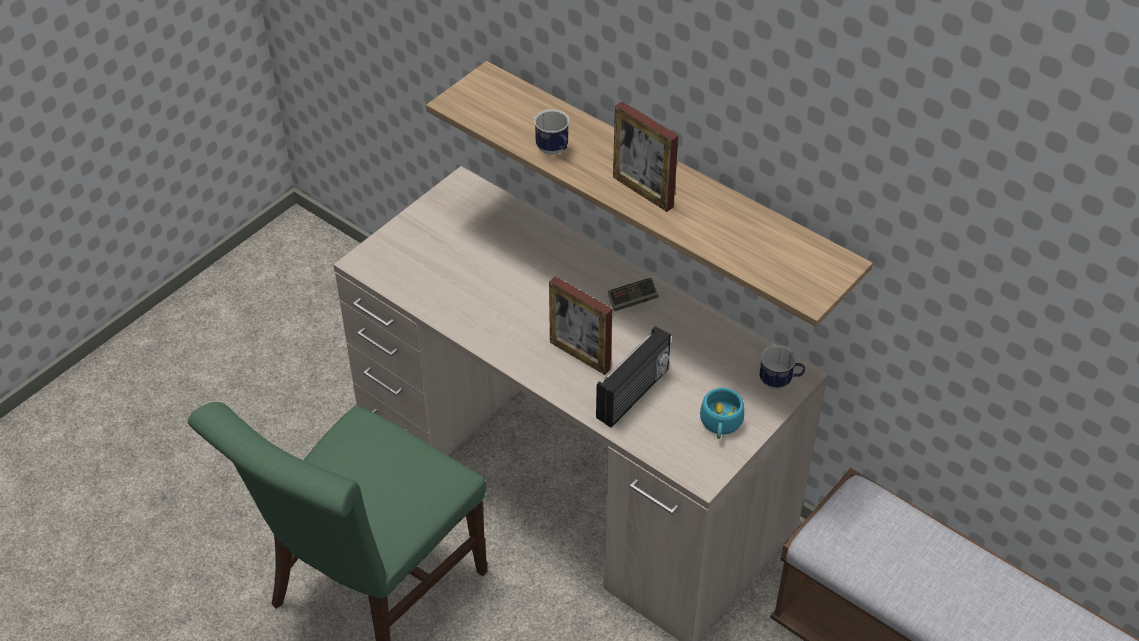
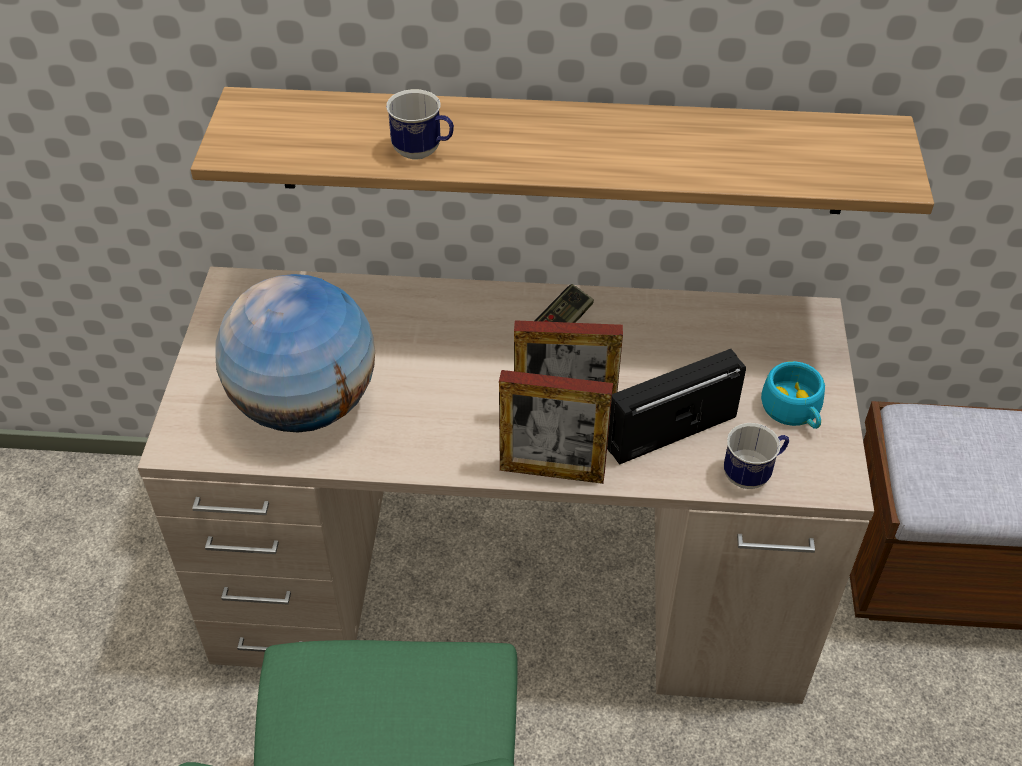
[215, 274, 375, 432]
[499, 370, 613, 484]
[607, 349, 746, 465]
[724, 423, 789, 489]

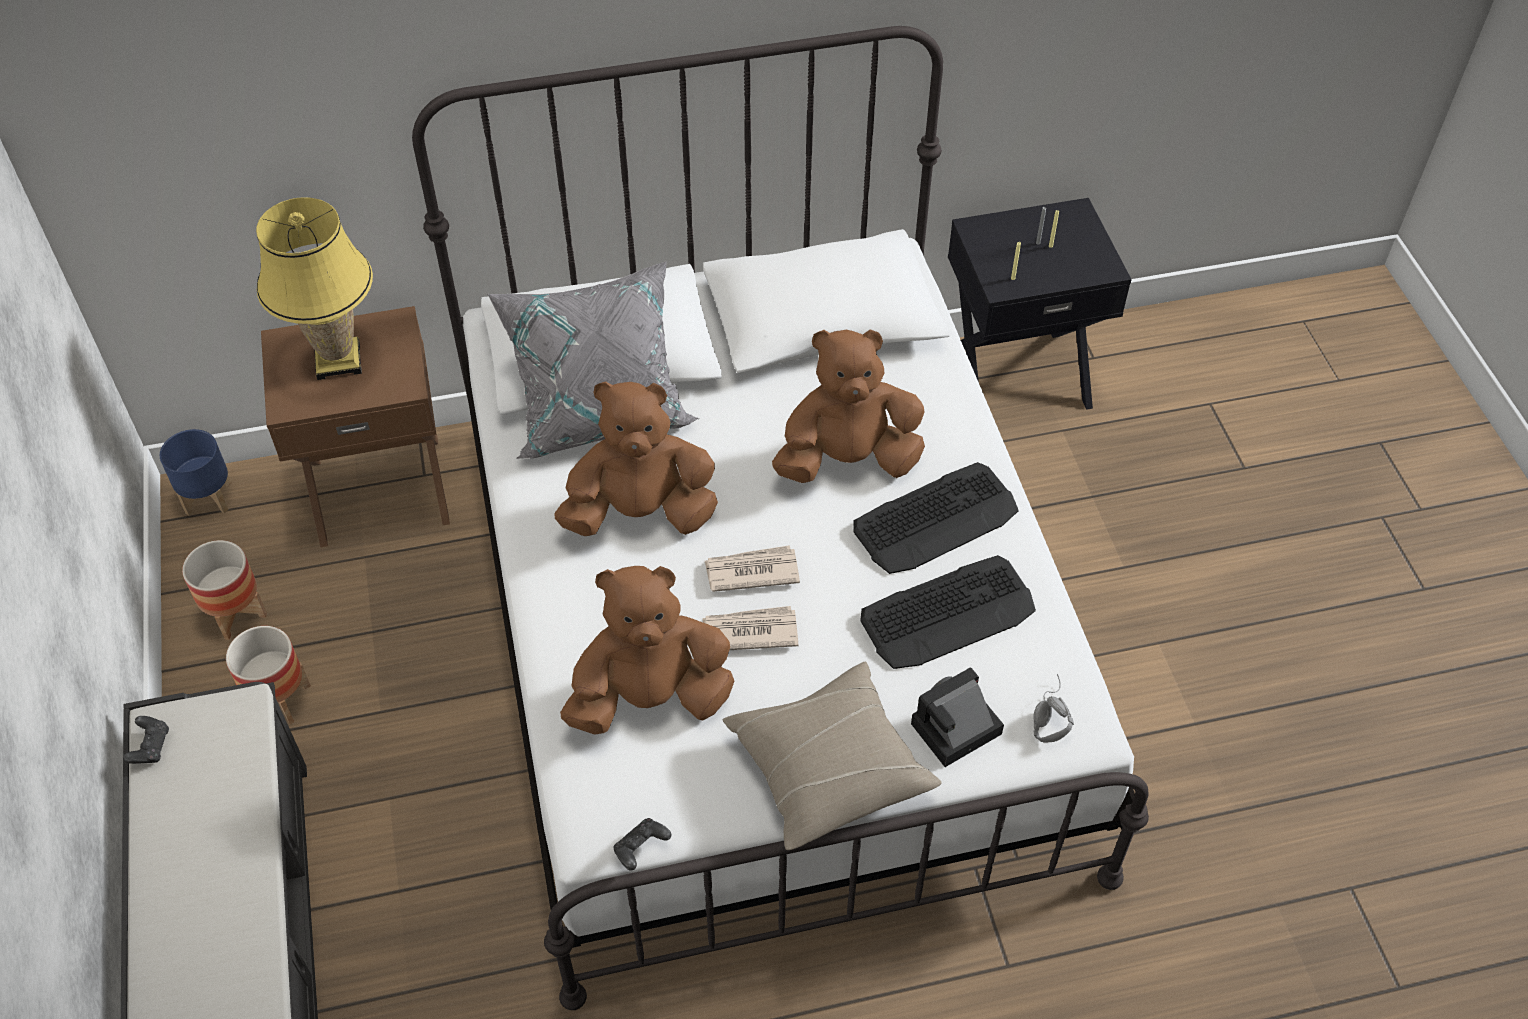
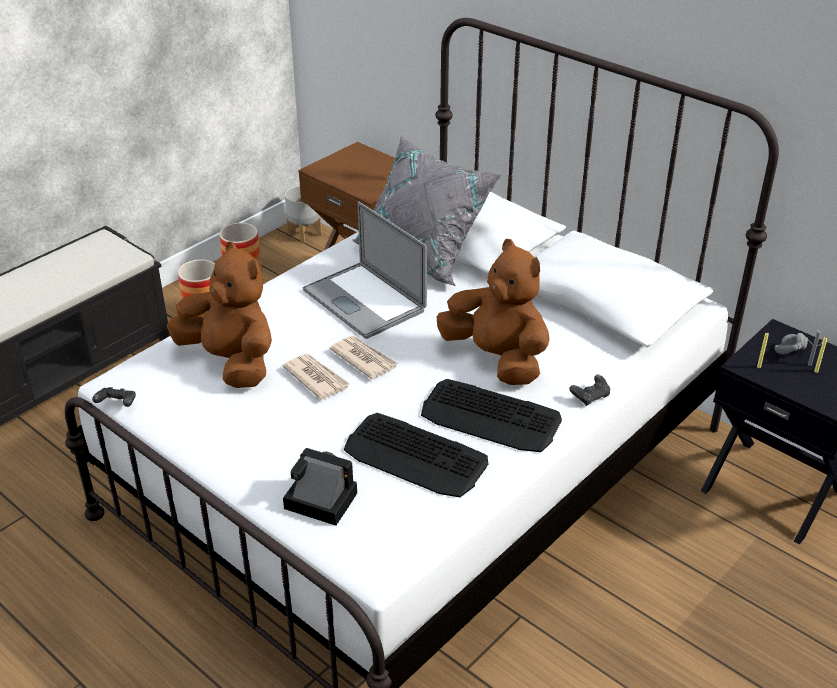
[285, 186, 322, 243]
[303, 202, 427, 339]
[569, 374, 610, 406]
[775, 333, 823, 354]
[256, 197, 373, 380] (first image)
[723, 662, 942, 850] (first image)

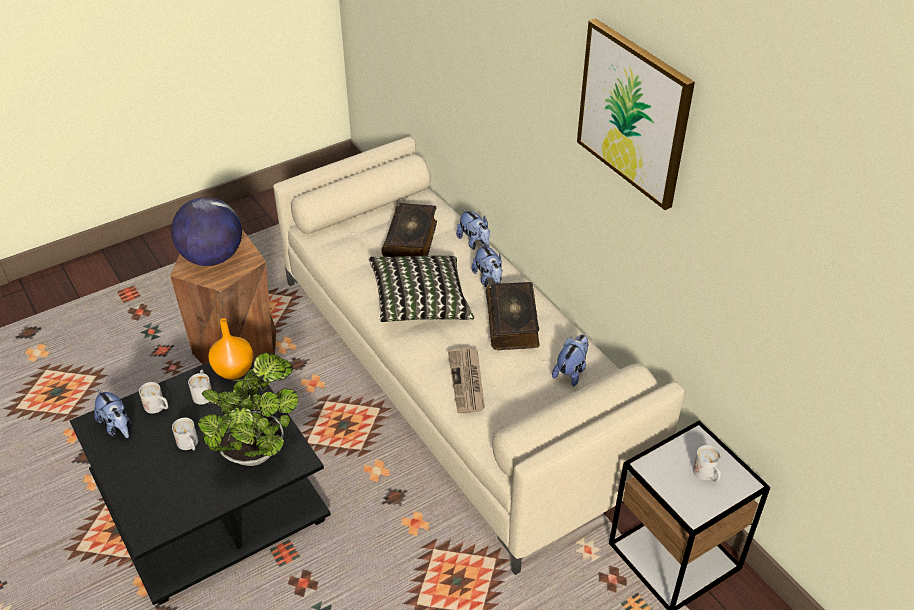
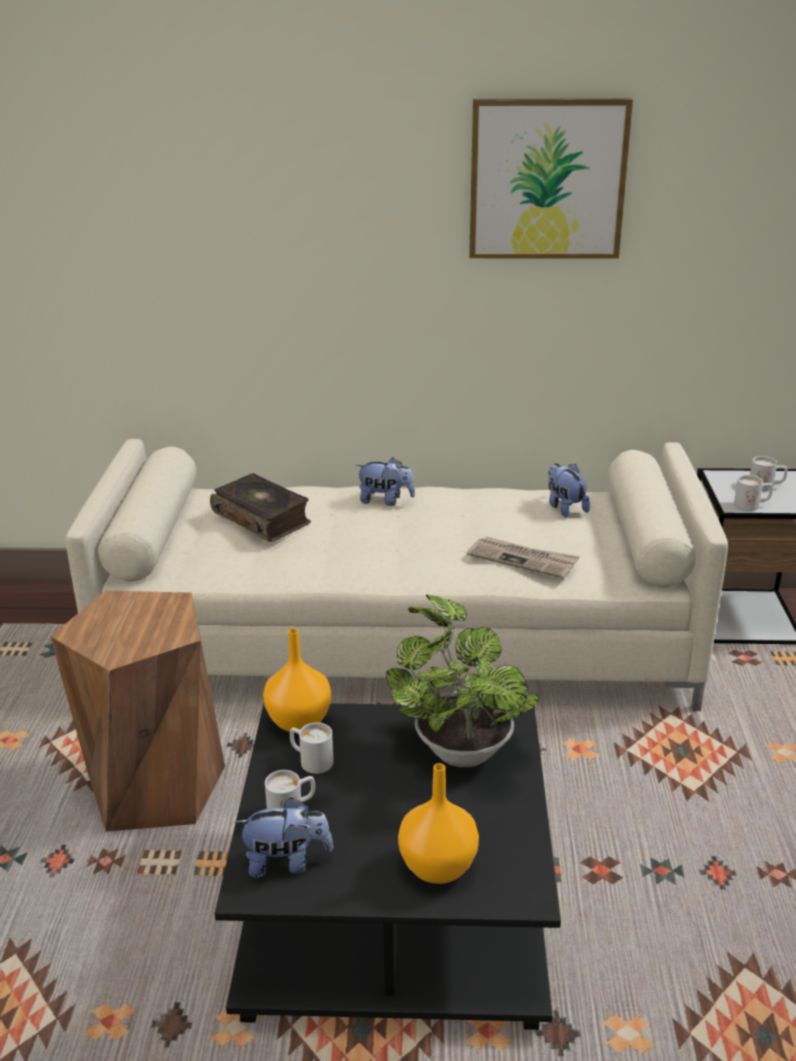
[398, 763, 479, 884]
[734, 475, 773, 511]
[171, 197, 242, 266] (first image)
[368, 256, 474, 322] (first image)
[456, 209, 490, 250] (first image)
[486, 282, 540, 350] (first image)

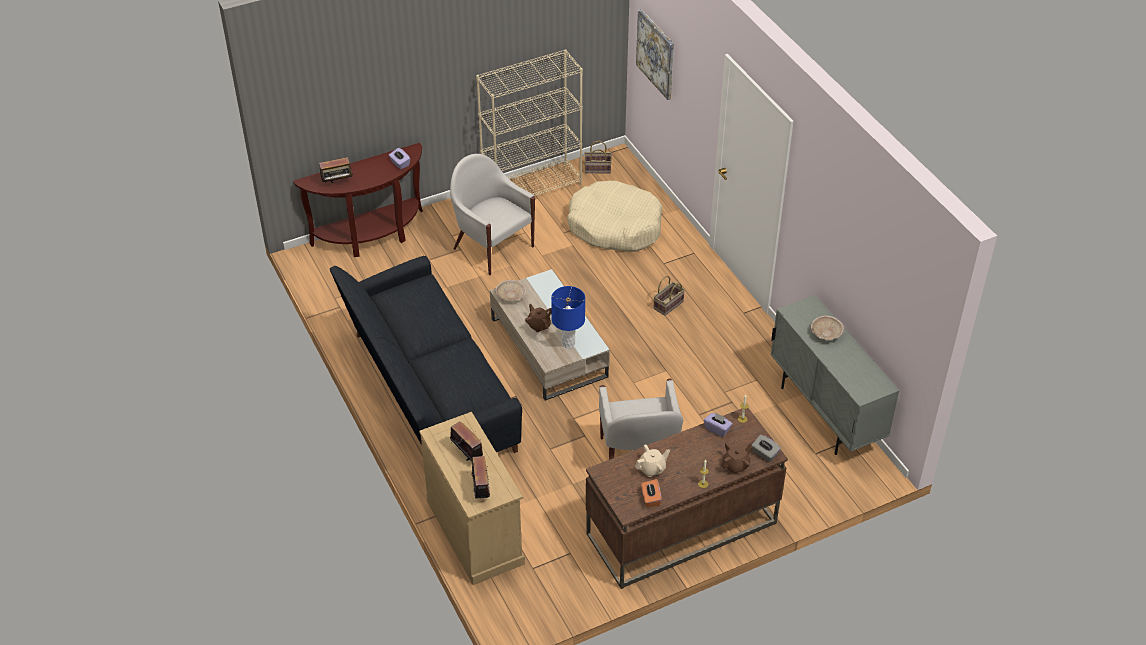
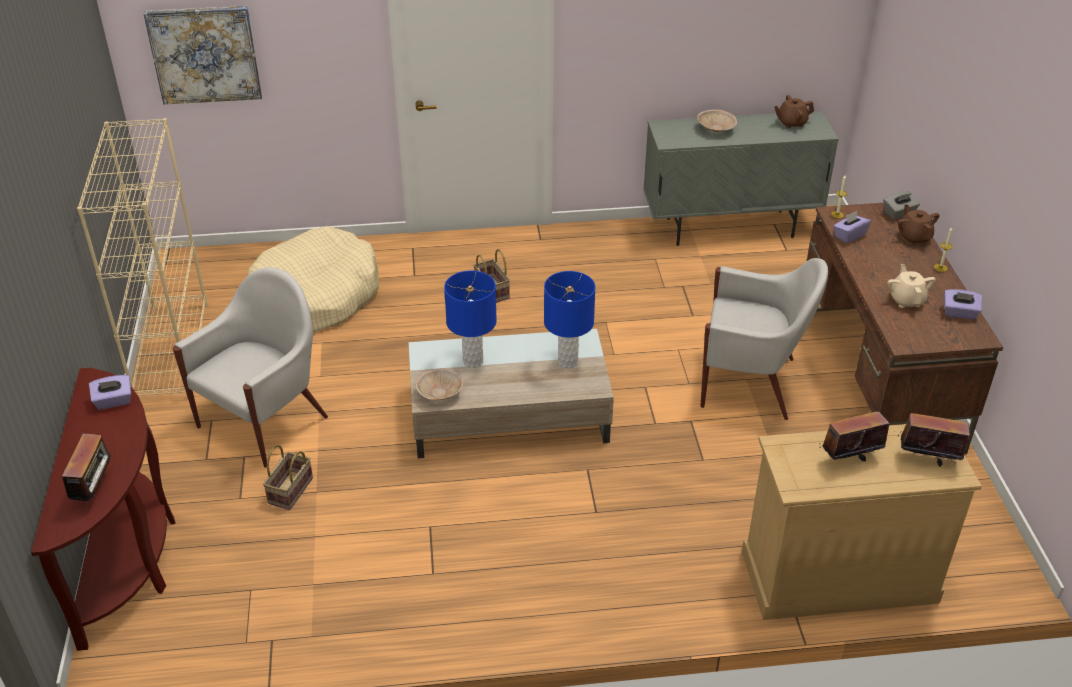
[173, 267, 328, 468]
[263, 445, 313, 510]
[444, 271, 497, 368]
[774, 95, 814, 129]
[944, 289, 982, 320]
[330, 256, 522, 453] (first image)

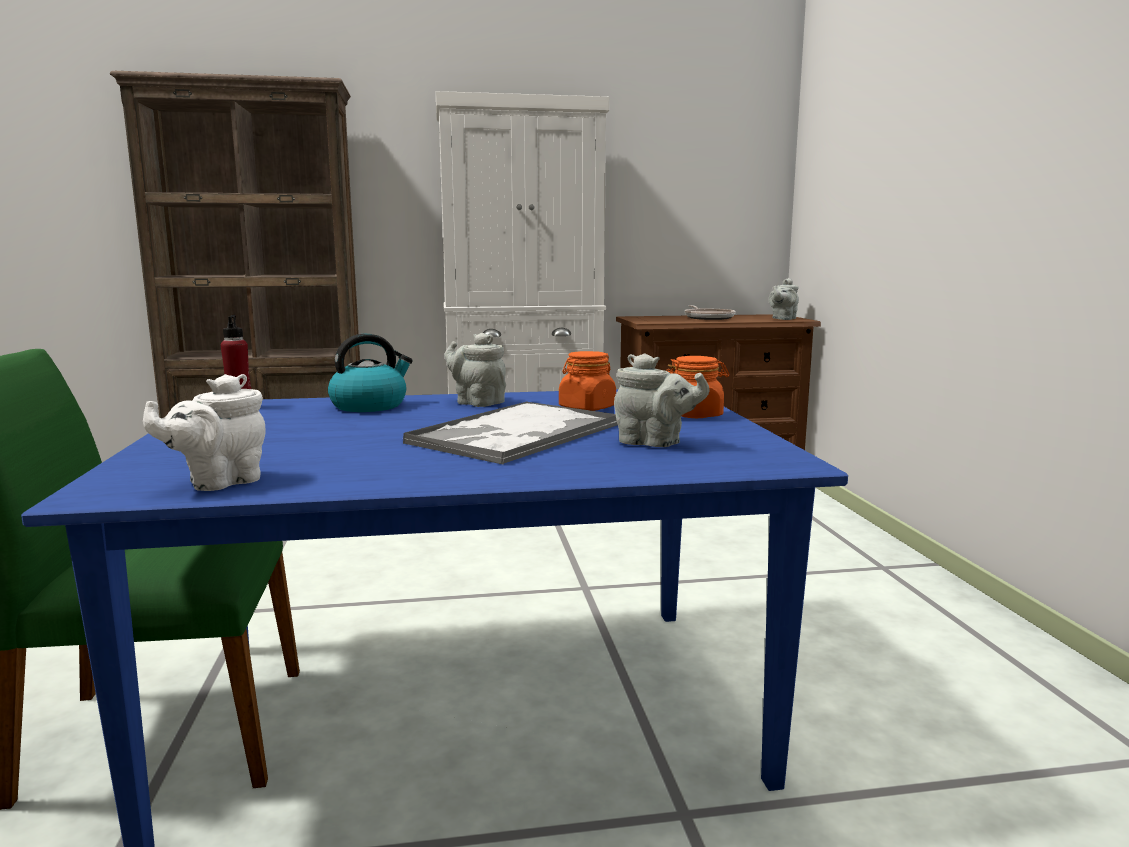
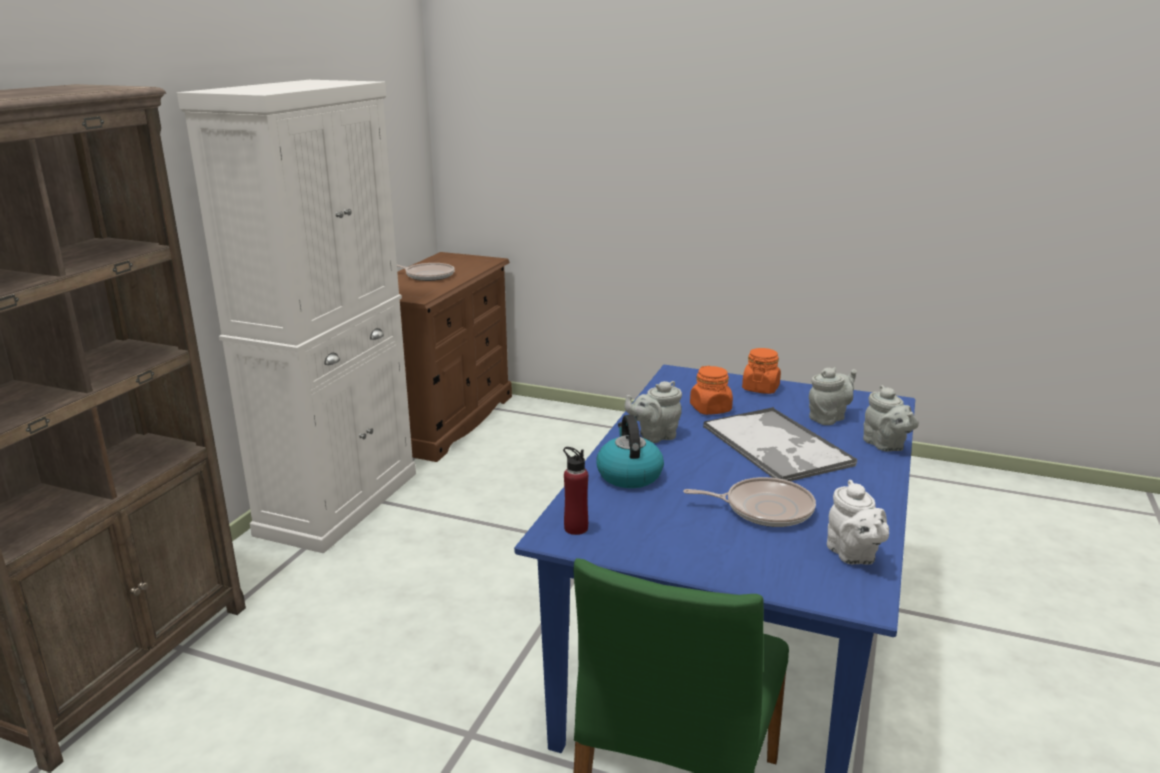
[683, 477, 816, 527]
[863, 385, 919, 451]

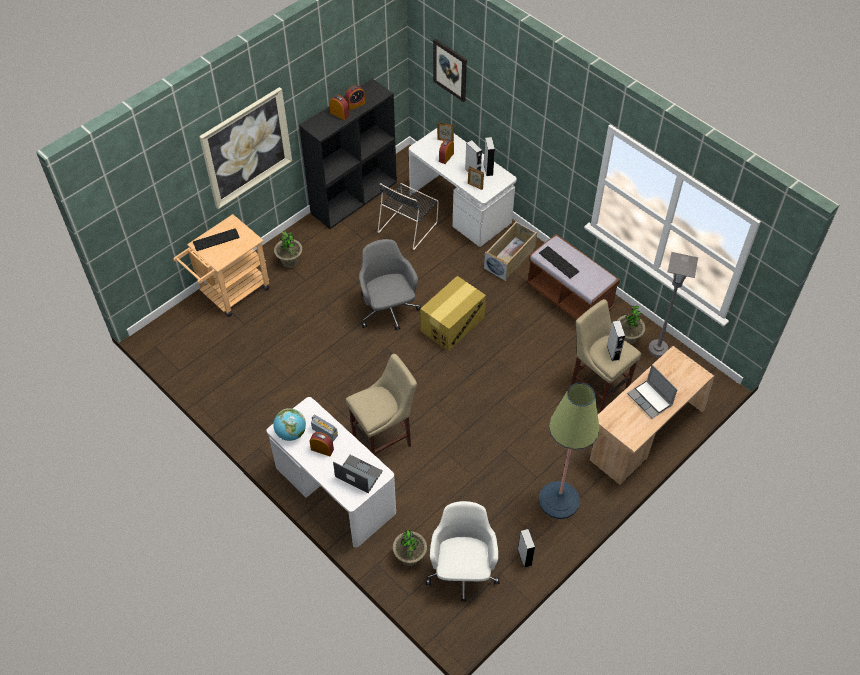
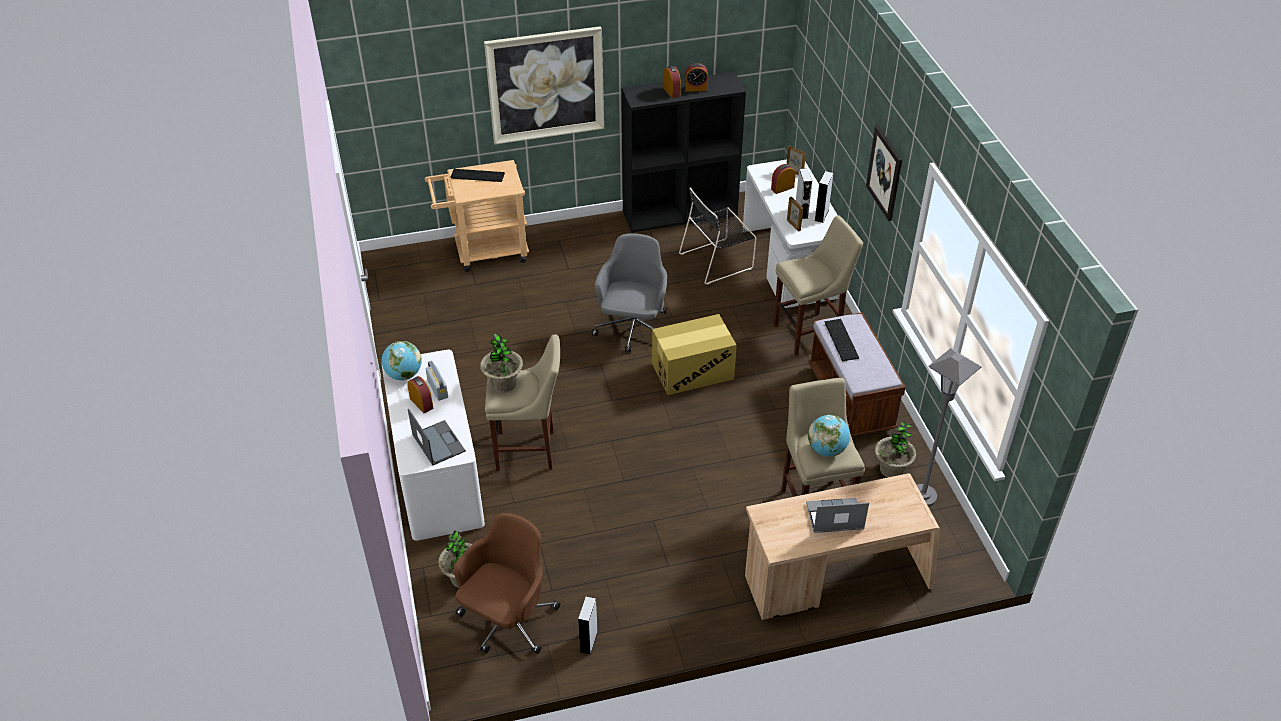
[453, 513, 560, 654]
[480, 333, 523, 393]
[773, 216, 863, 356]
[806, 498, 869, 533]
[808, 415, 850, 456]
[866, 126, 902, 221]
[539, 383, 600, 519] (first image)

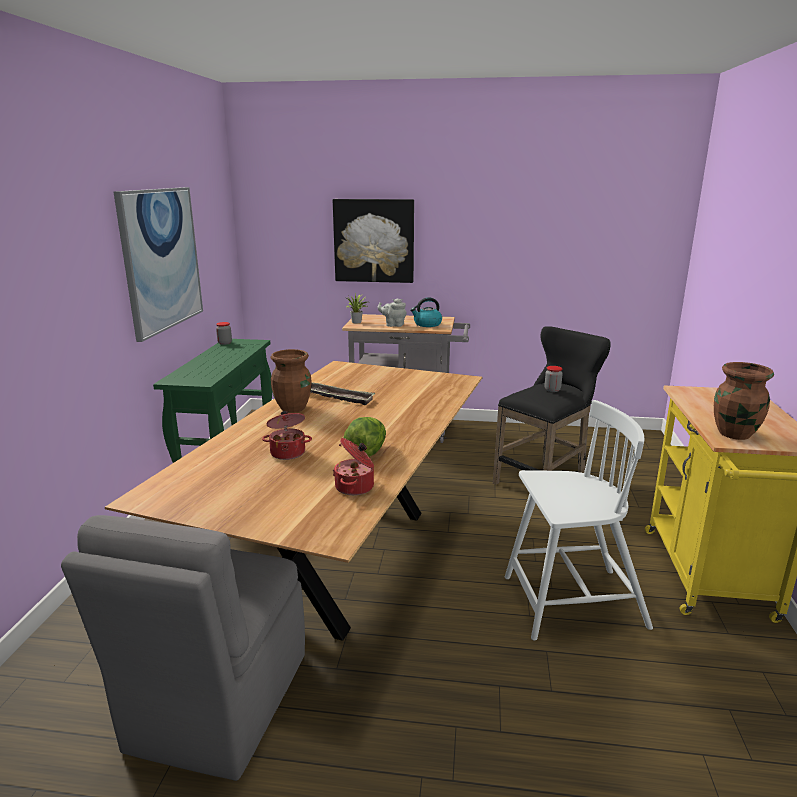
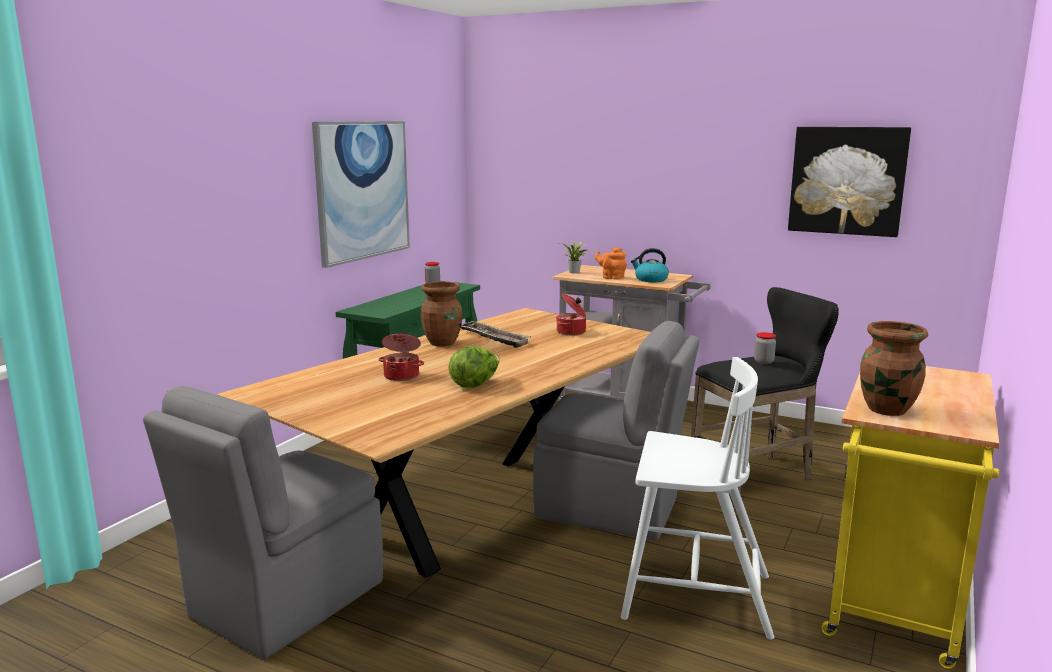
[533, 321, 700, 540]
[556, 293, 586, 335]
[595, 247, 627, 280]
[788, 127, 911, 237]

